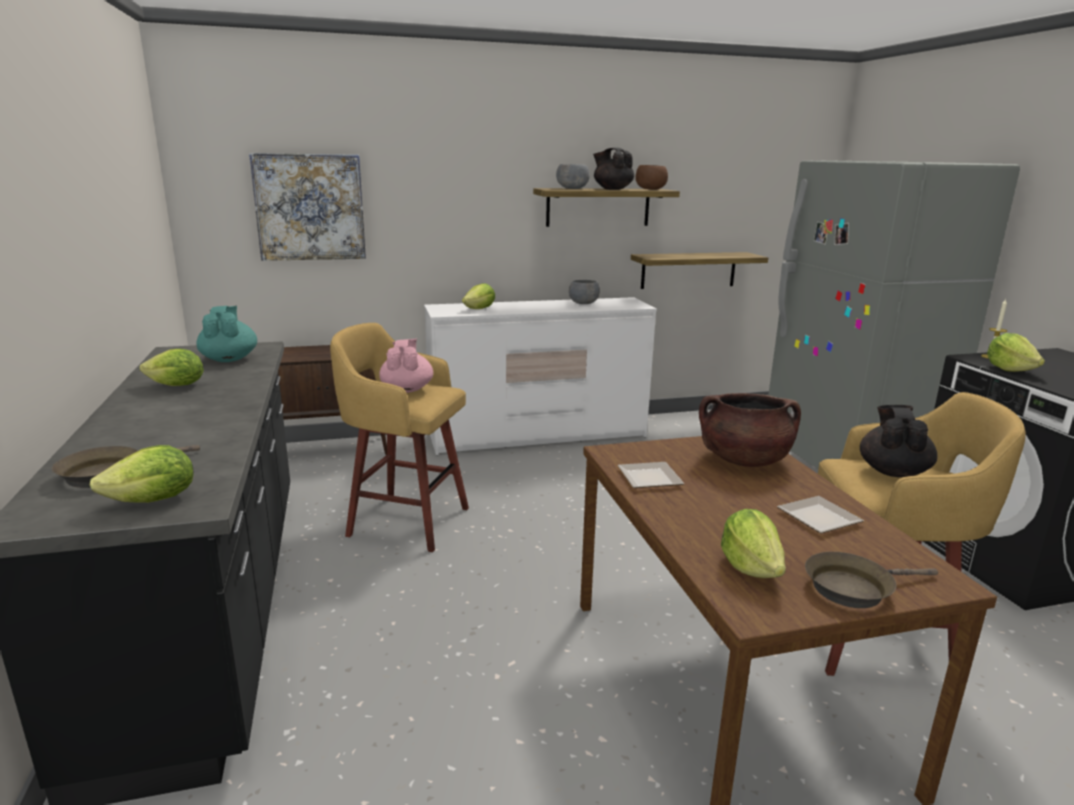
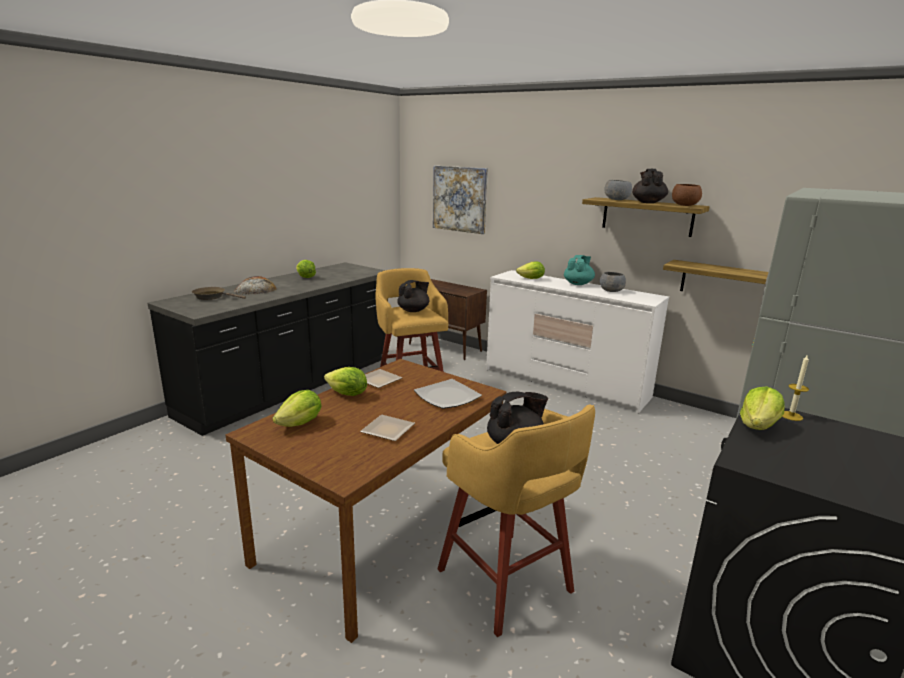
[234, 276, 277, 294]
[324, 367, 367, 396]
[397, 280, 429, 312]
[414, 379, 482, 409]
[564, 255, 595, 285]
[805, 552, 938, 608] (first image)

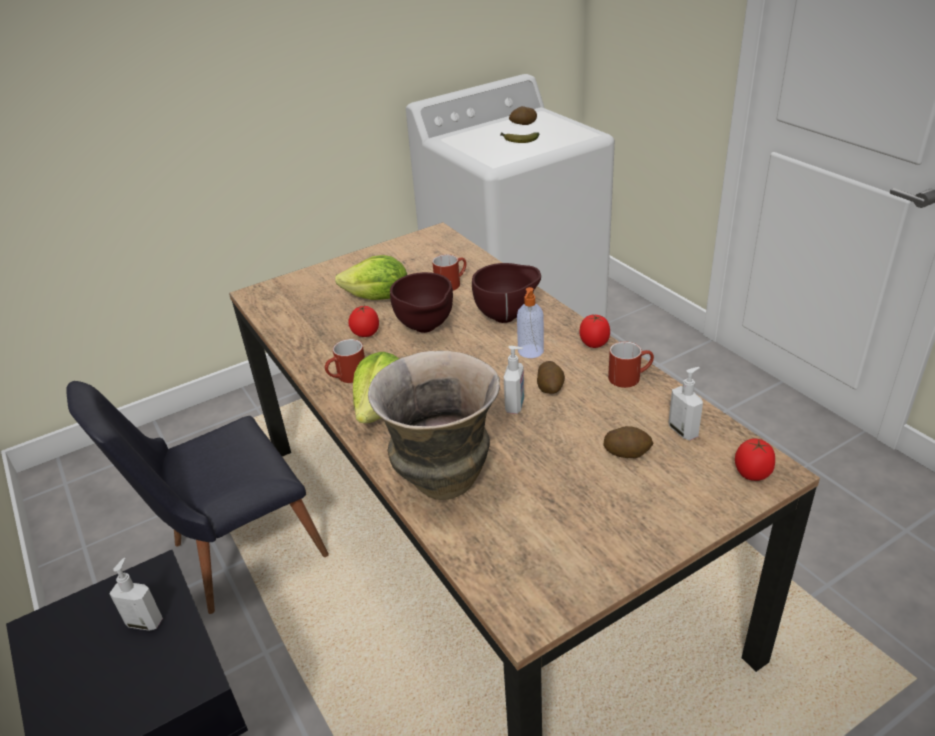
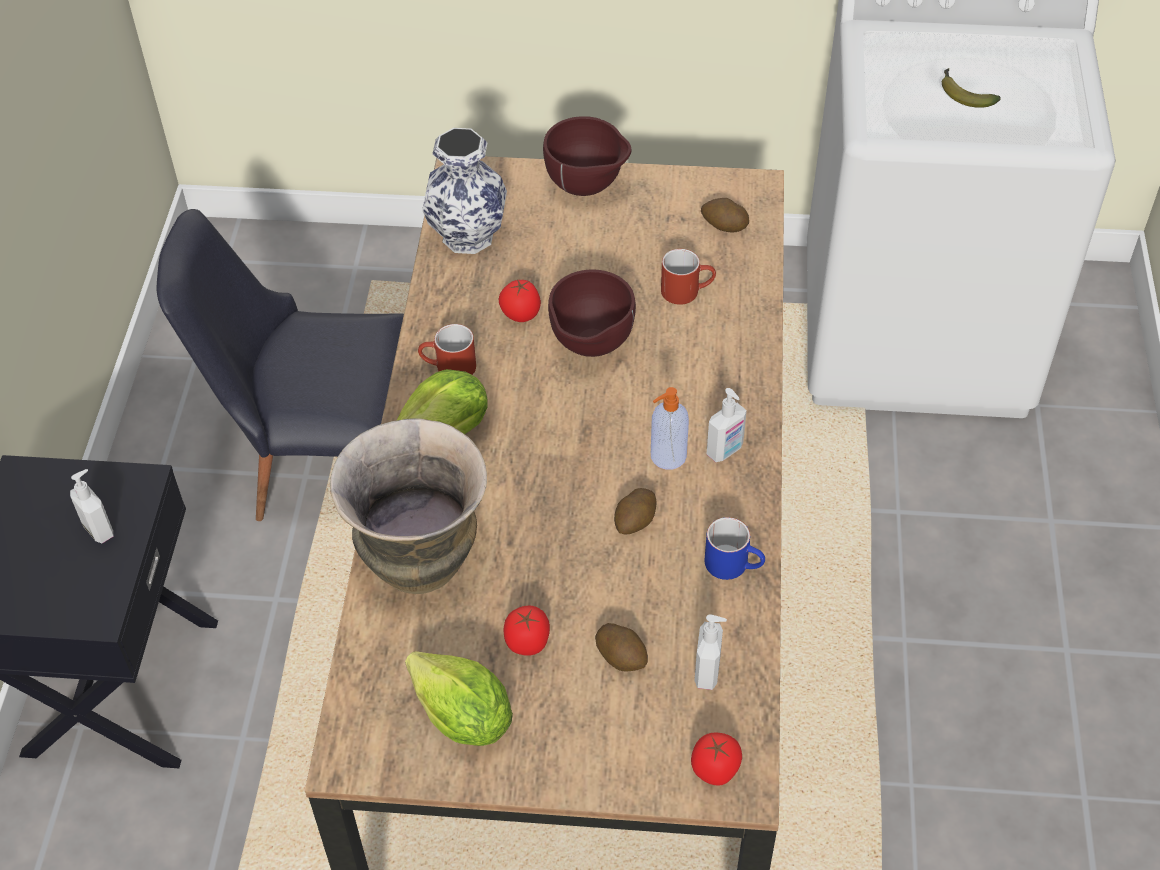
[405, 651, 513, 746]
[422, 128, 507, 254]
[504, 606, 550, 656]
[543, 116, 632, 196]
[701, 198, 749, 233]
[705, 517, 765, 580]
[707, 388, 747, 462]

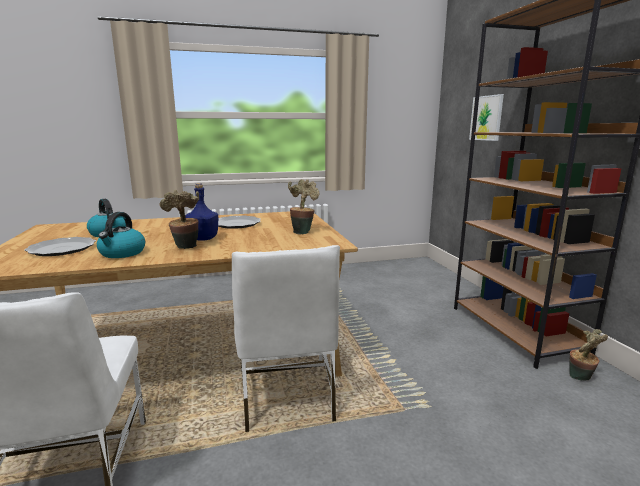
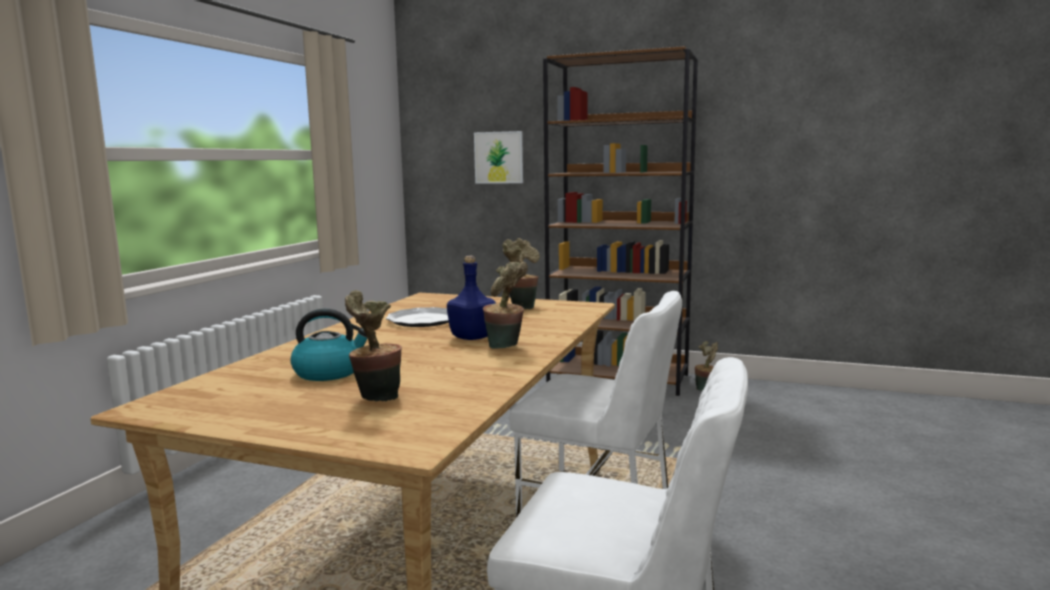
[345, 290, 402, 402]
[97, 212, 145, 258] (first image)

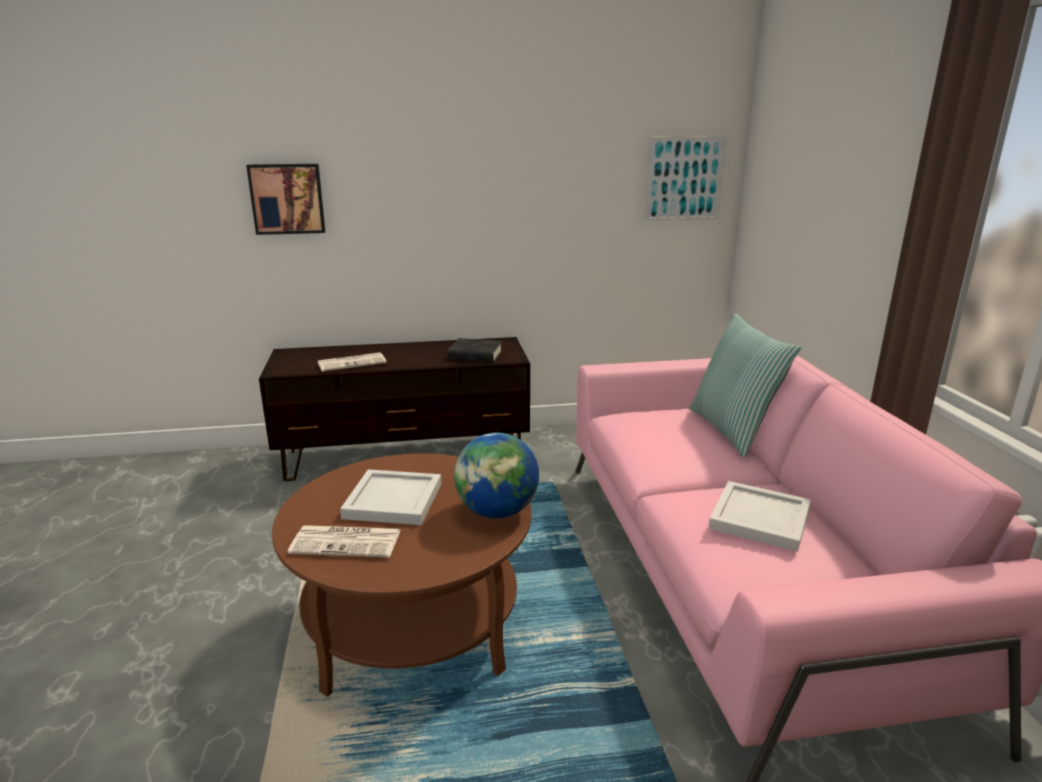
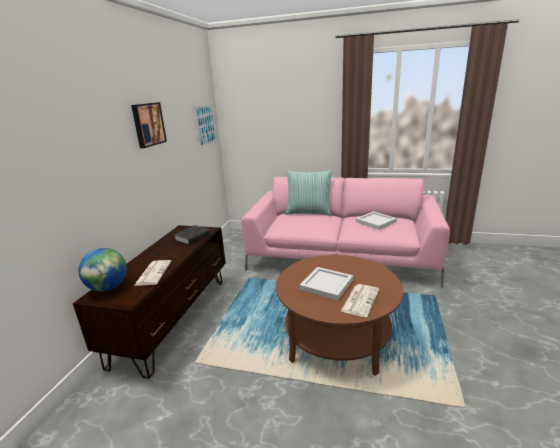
[79, 248, 127, 291]
[131, 102, 167, 148]

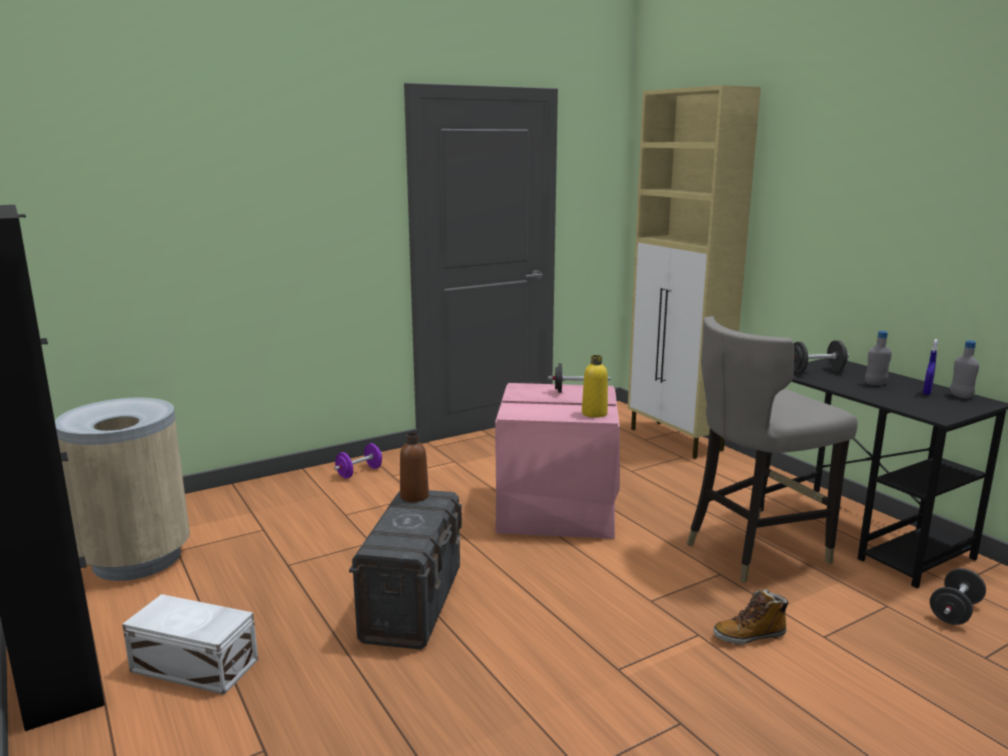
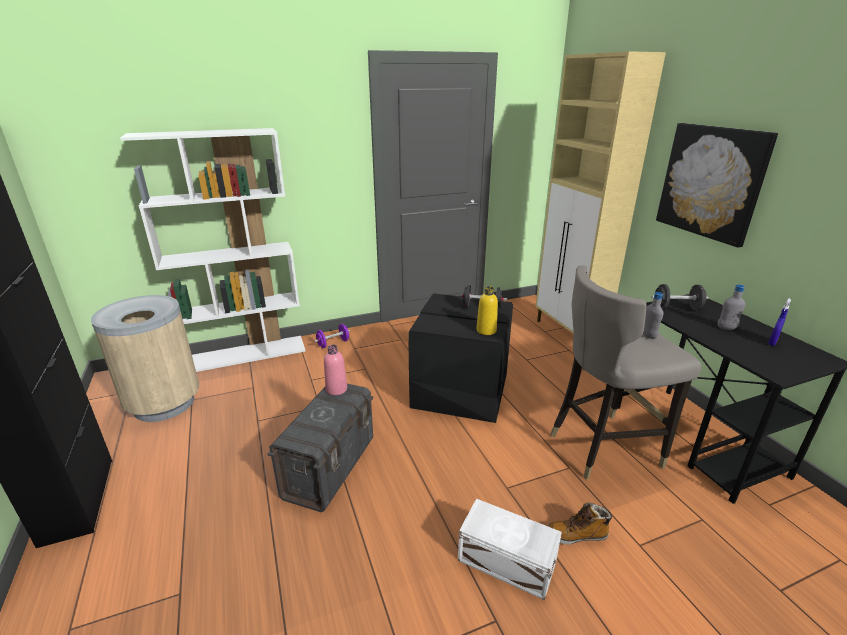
[120, 128, 306, 372]
[324, 344, 347, 395]
[408, 293, 513, 423]
[458, 499, 562, 600]
[643, 292, 664, 339]
[656, 123, 778, 247]
[930, 568, 986, 625] (first image)

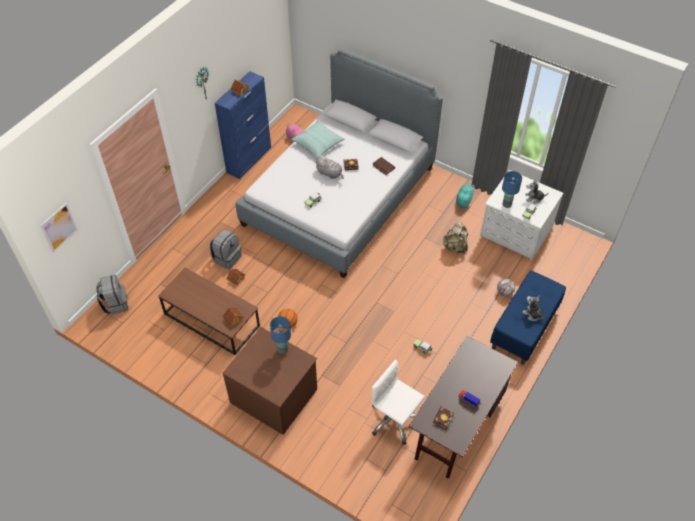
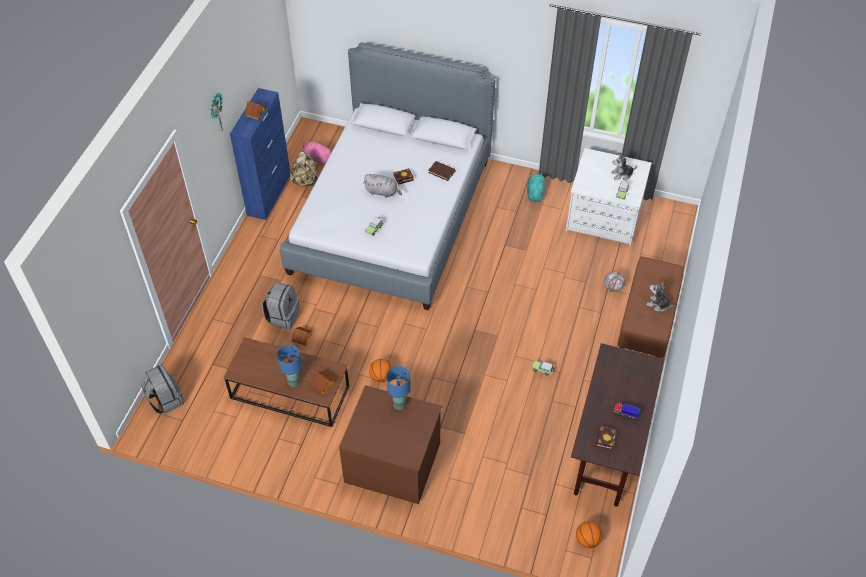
[277, 345, 302, 387]
[289, 152, 318, 187]
[576, 521, 603, 548]
[617, 256, 684, 358]
[40, 203, 78, 253] (first image)
[291, 120, 344, 158] (first image)
[372, 359, 425, 445] (first image)

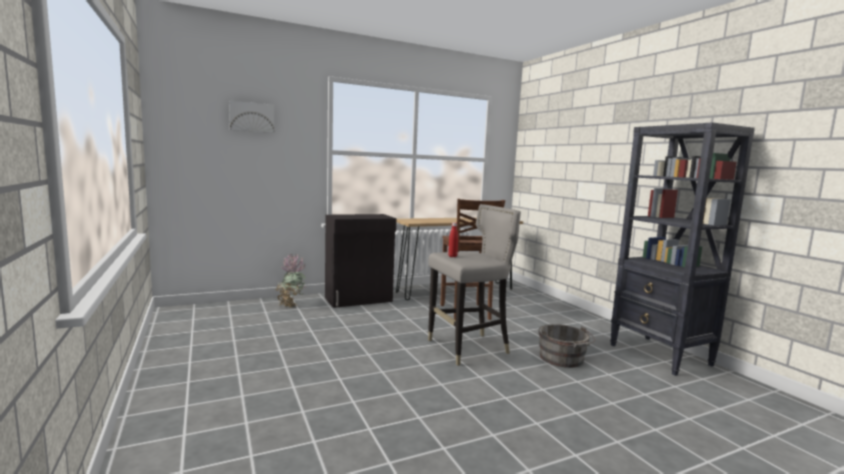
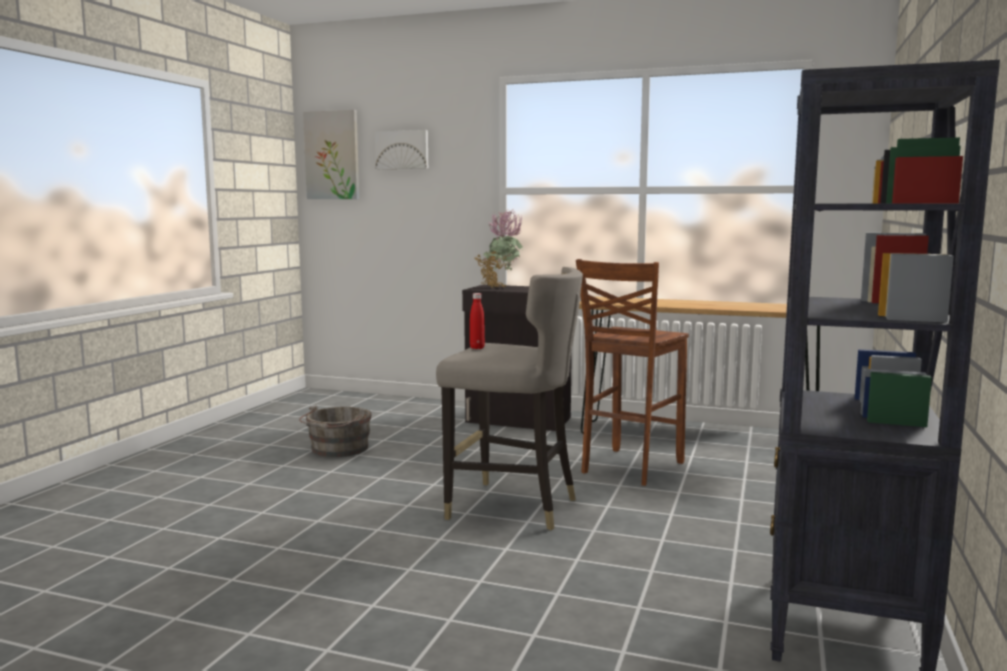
[299, 405, 372, 457]
[303, 110, 359, 199]
[475, 211, 523, 288]

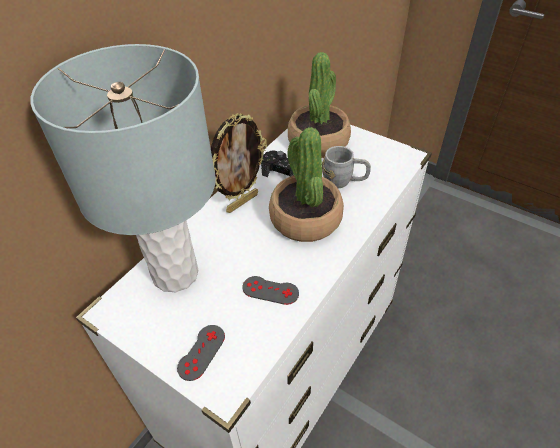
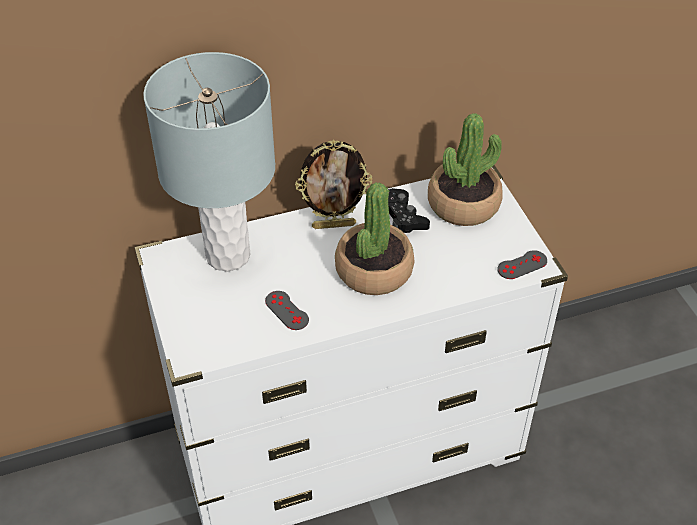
[497, 250, 547, 279]
[322, 146, 371, 188] (first image)

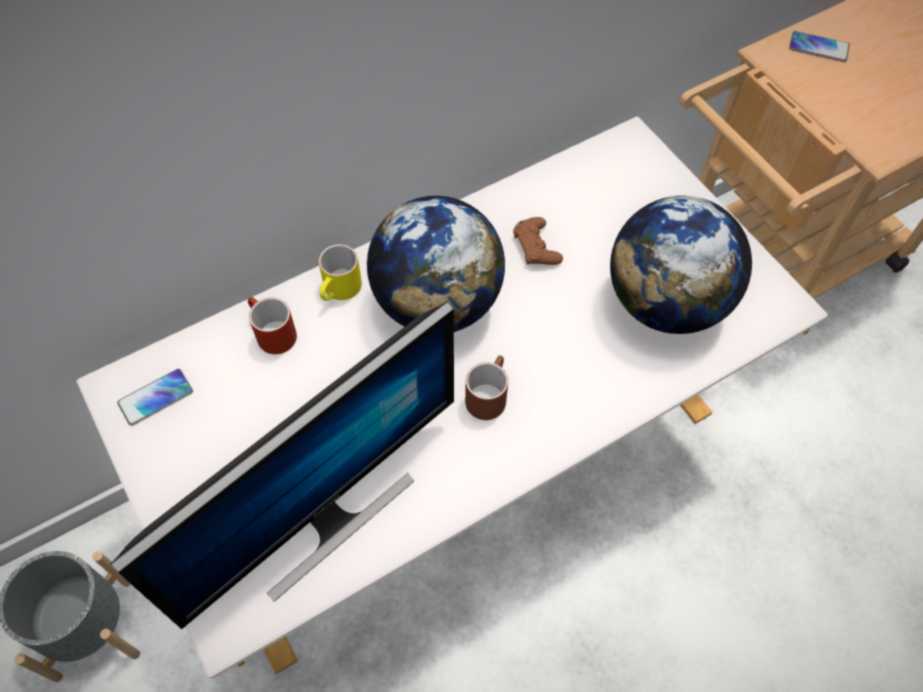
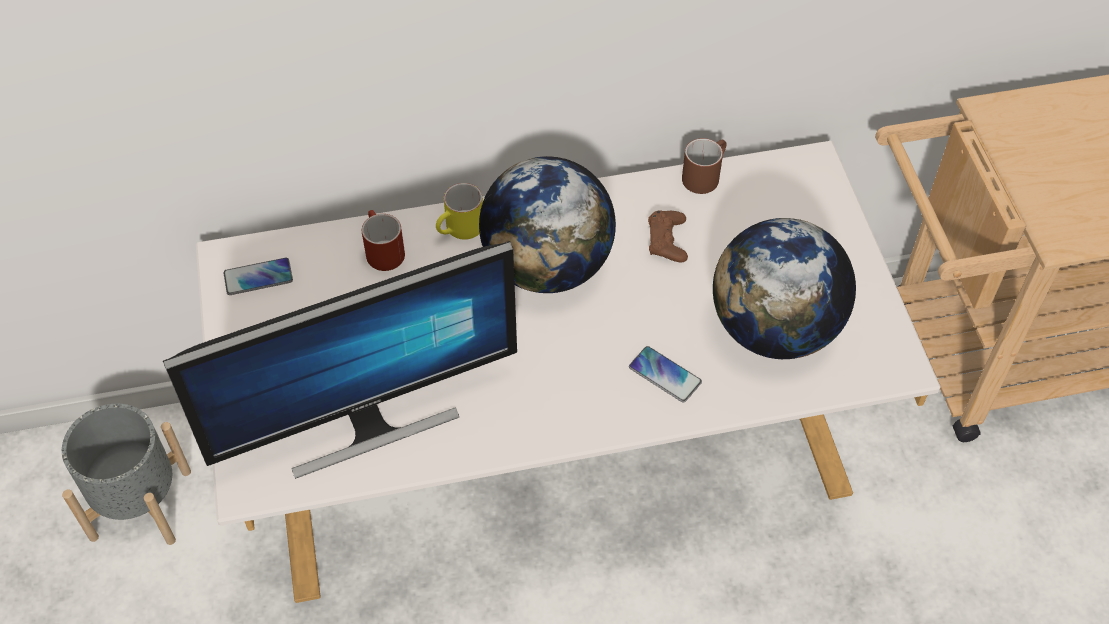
[629, 346, 702, 403]
[682, 138, 726, 194]

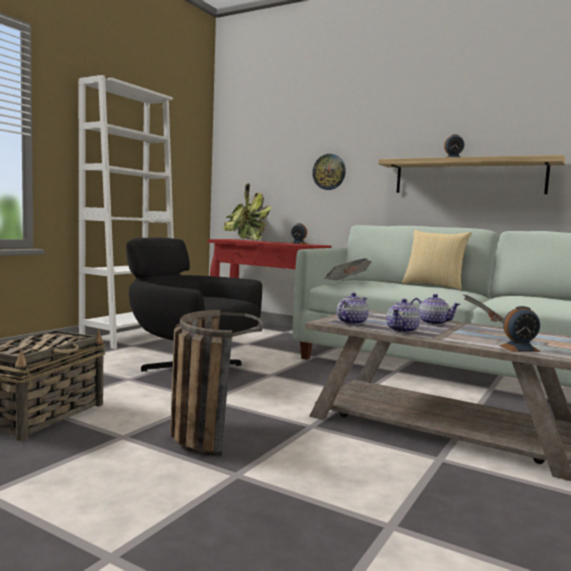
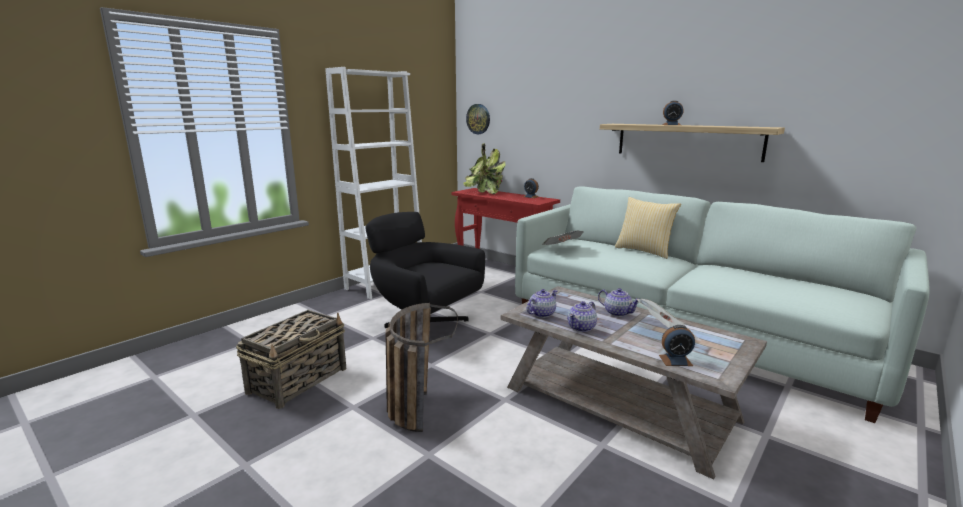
[466, 104, 490, 134]

